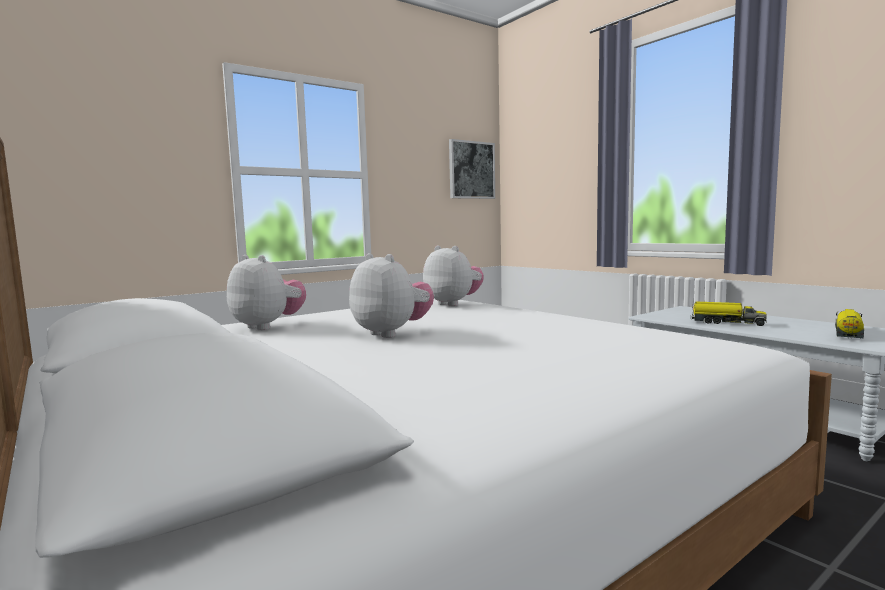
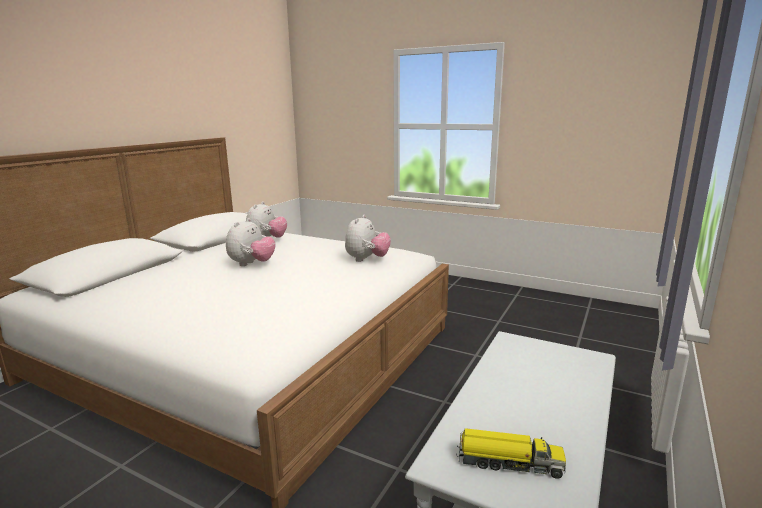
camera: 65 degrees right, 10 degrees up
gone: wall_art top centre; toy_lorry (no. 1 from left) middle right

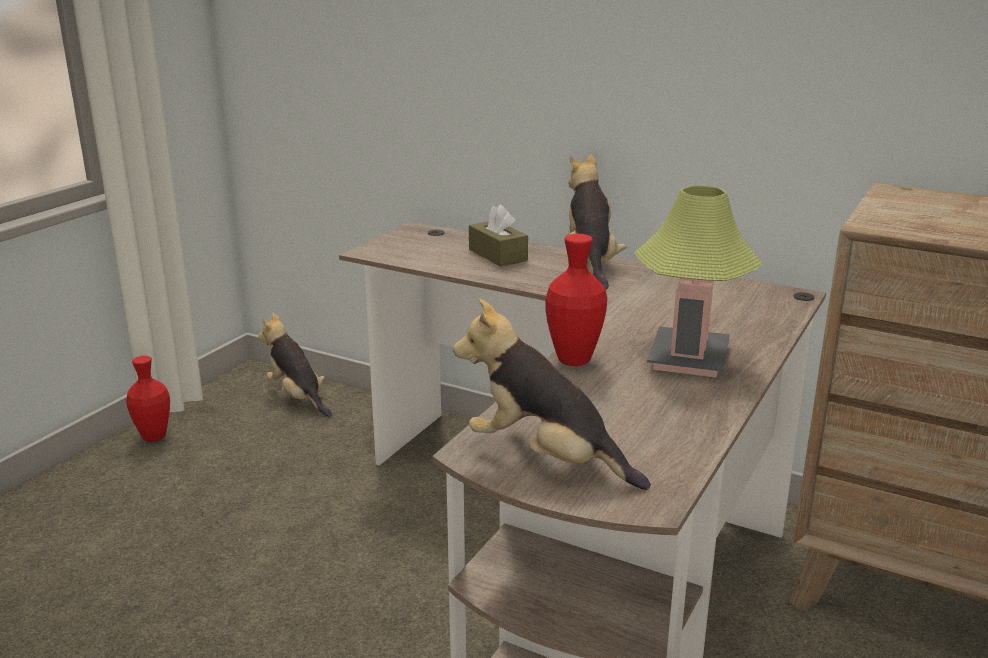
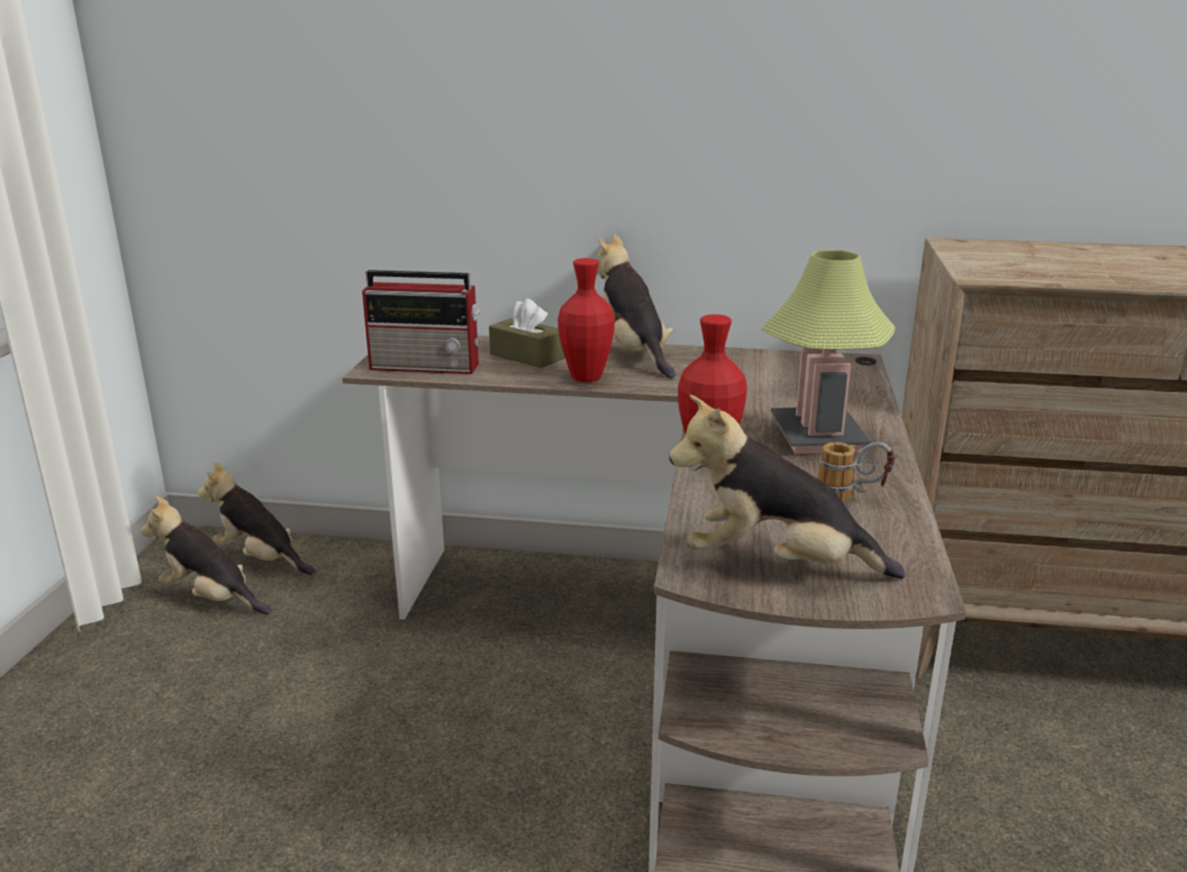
camera: 20 degrees left, 0 degrees up
new: cuddly_toy (no. 1 from left) middle left; radio_receiver centre; tea_mug middle right
shifted: red-coloured_decorative_vase (no. 1 from left) middle left to centre

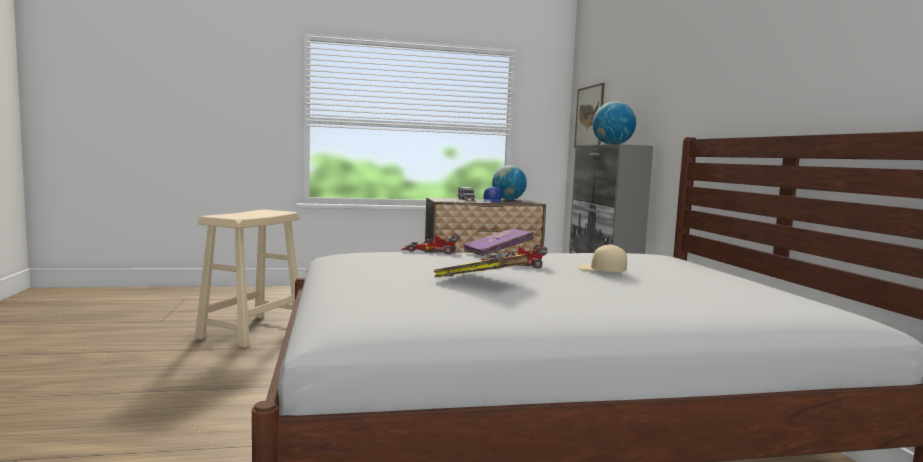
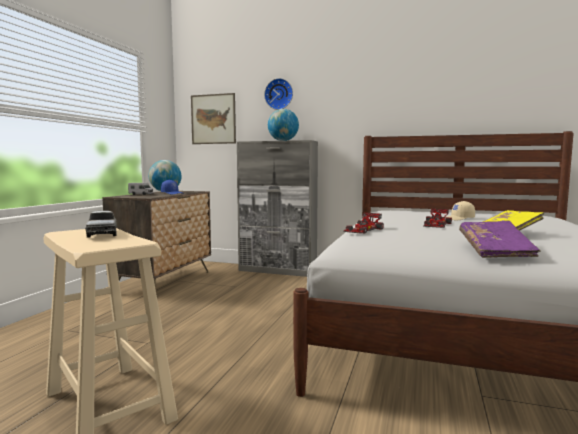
camera: 60 degrees left, 0 degrees up
new: toy_lorry (no. 1 from left) middle left; clock_on_the_wall top centre
shifted: purple-coloured_bound_book centre to middle right

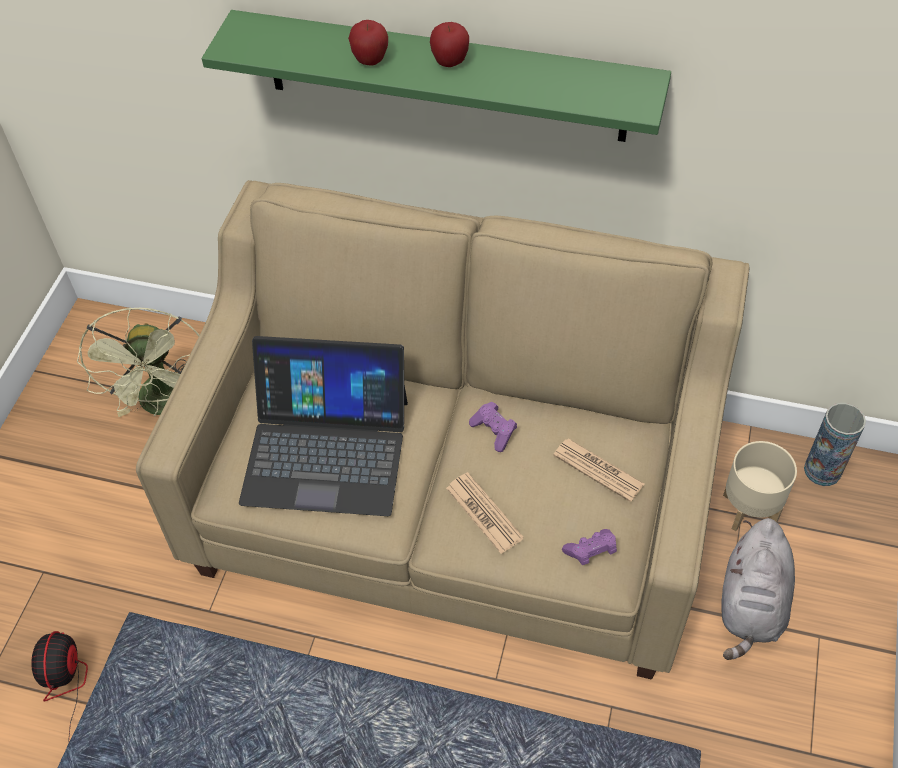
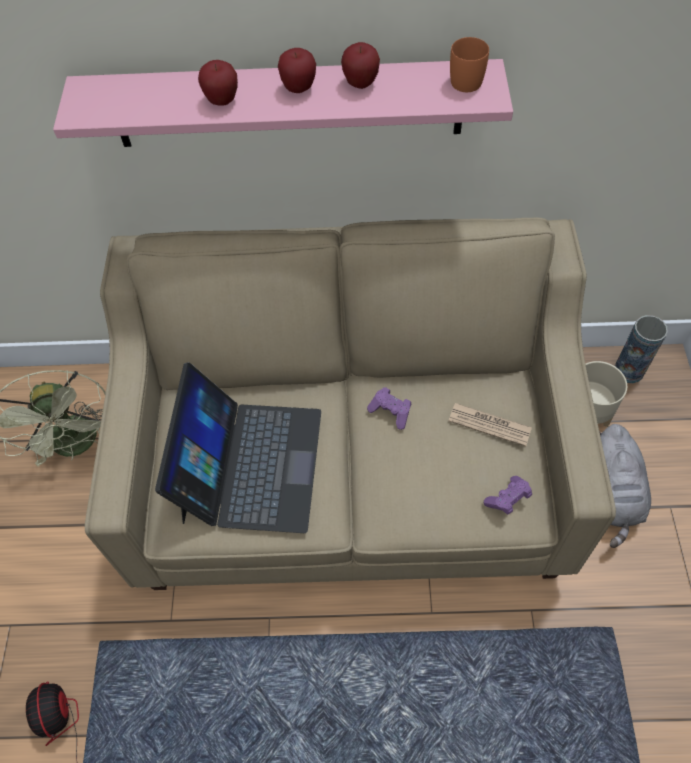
camera: 15 degrees left, 5 degrees up
gone: printed_paper (no. 1 from left) bottom centre
new: apple_fruit (no. 3 from left) top centre; orange_tea_mug top right
repainted: greenish_shelf top centre to pink_shelf top centre
rotated: portable_computer centre = centre 75 degrees counterclockwise

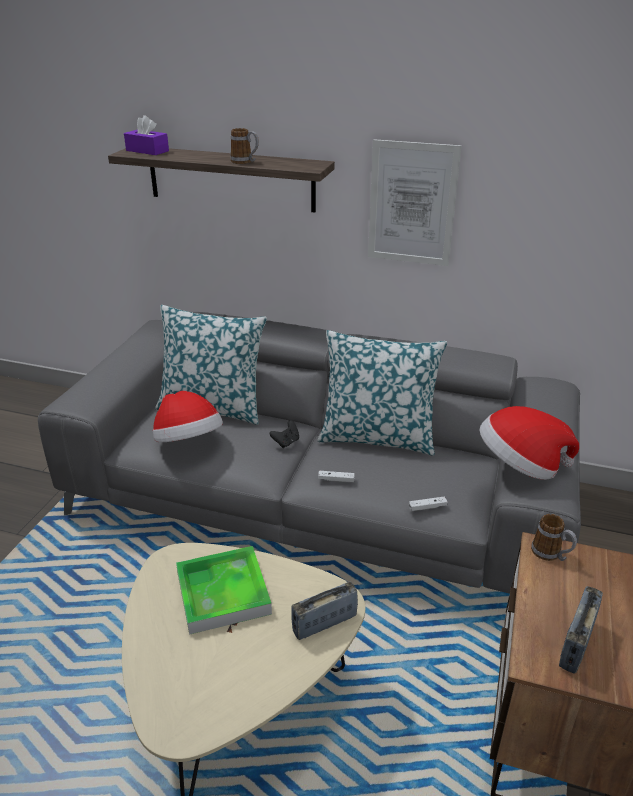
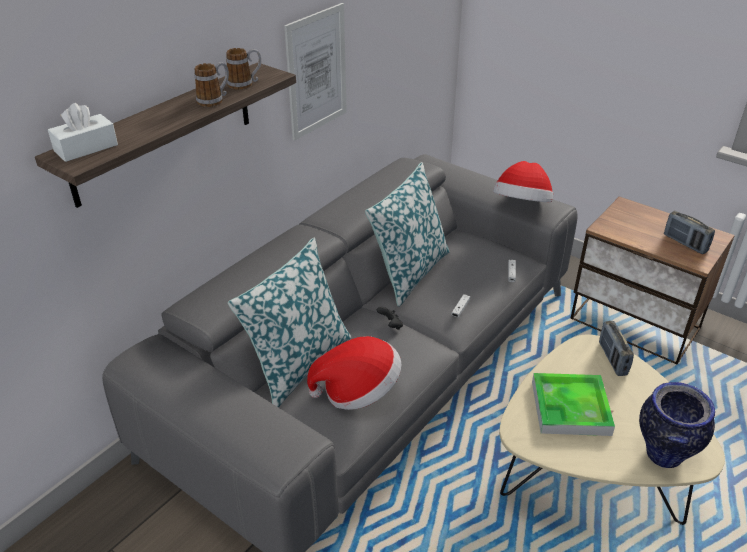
camera: 70 degrees left, 5 degrees up
new: decorative_vase bottom right
shifted: tea_mug (no. 2 from left) bottom right to top left
repainted: purple-coloured_tissue_holder top left to white-coloured_tissue_holder top left

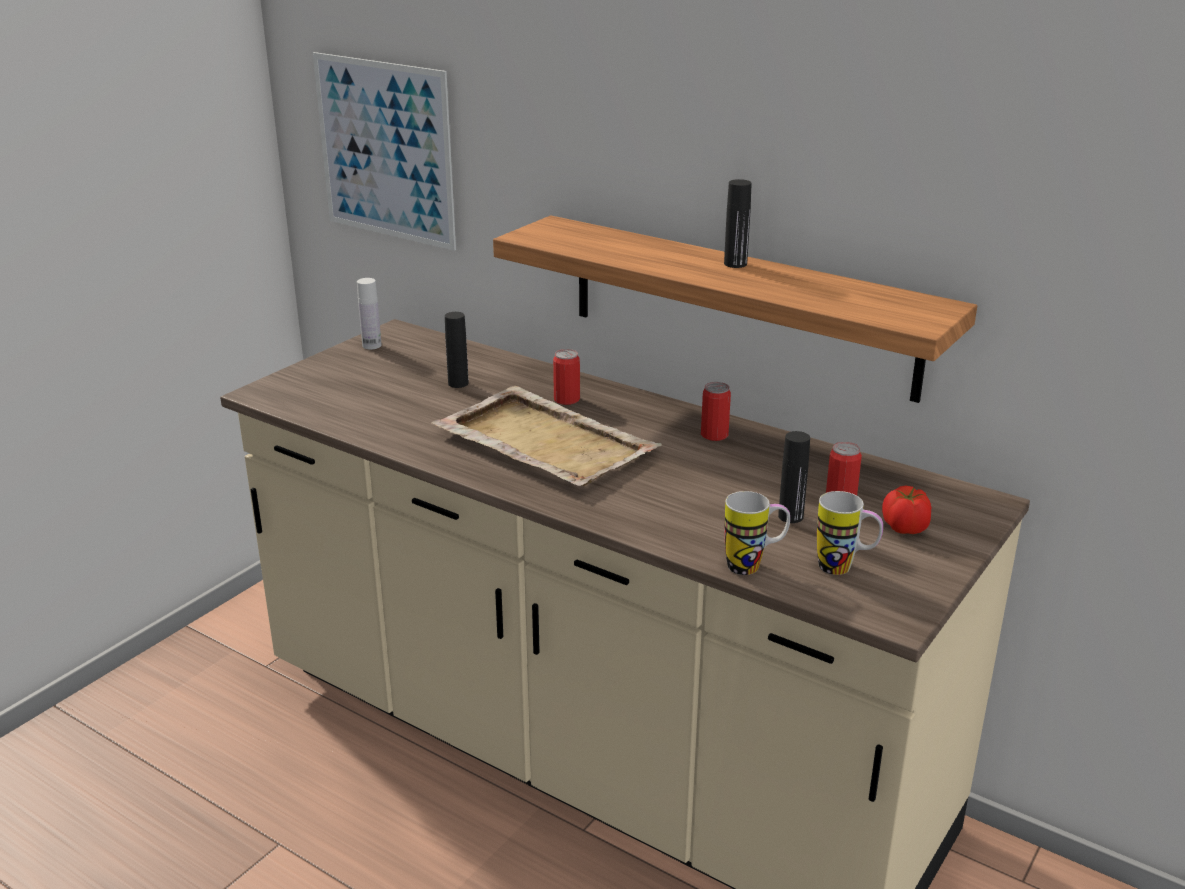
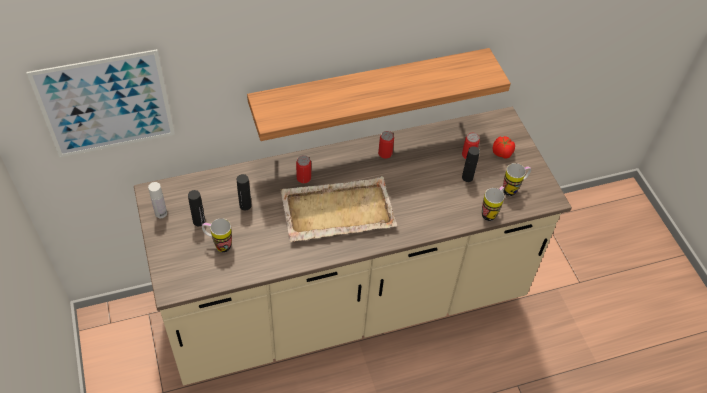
camera: 55 degrees left, 25 degrees up
new: tea_mug (no. 1 from left) middle left
shifted: black_drink_bottle (no. 2 from left in the first image) top centre to black_drink_bottle (no. 1 from left) middle left

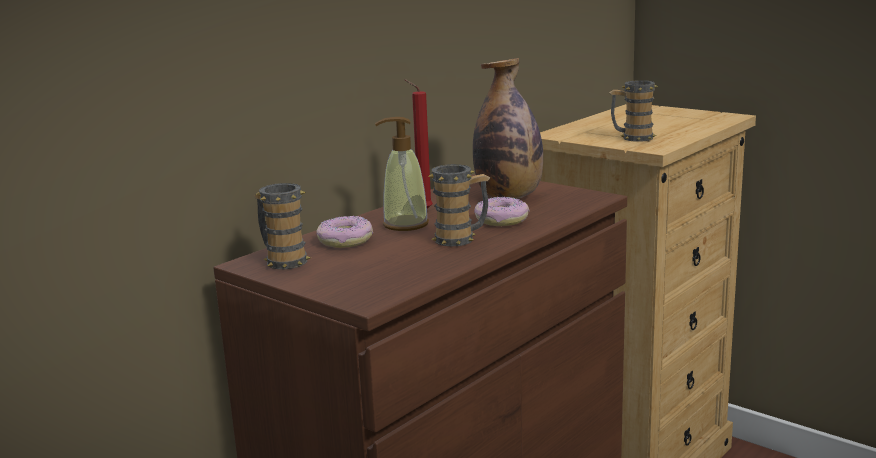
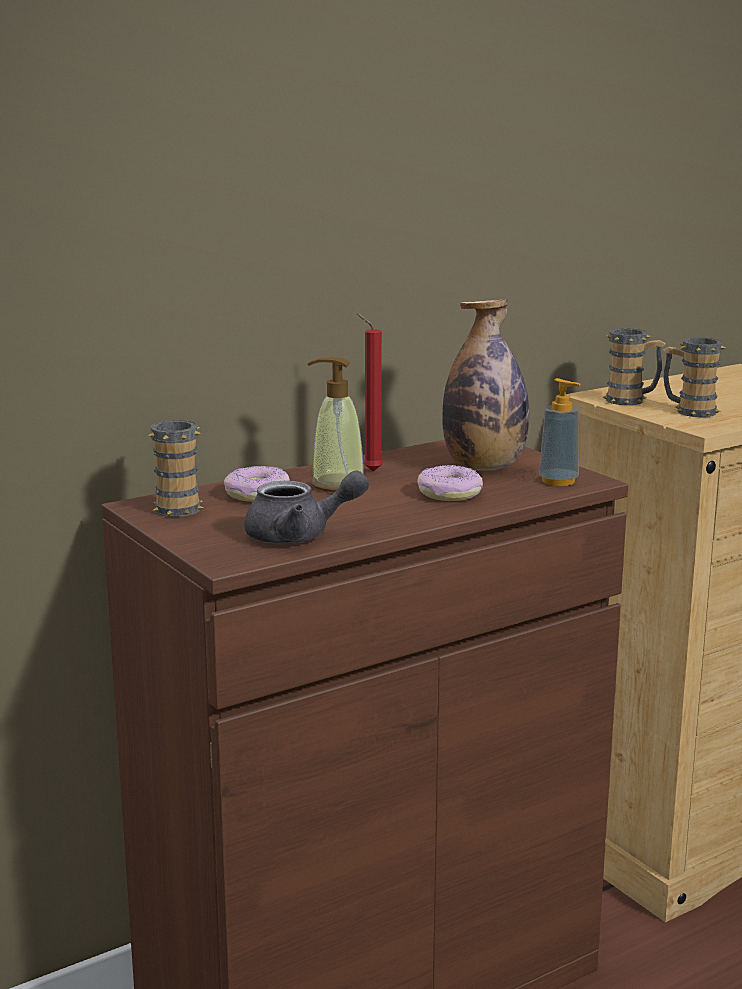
camera: 15 degrees right, 0 degrees up
new: grey_teapot centre; soap_bottle (no. 2 from left) middle right
shifted: tea_mug (no. 2 from left) centre to middle right

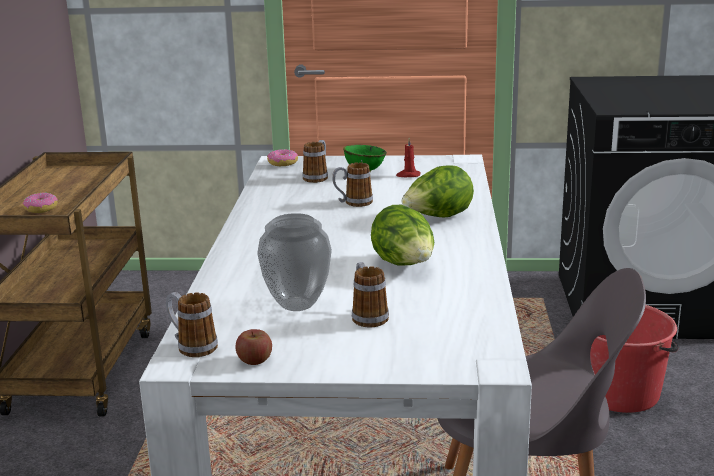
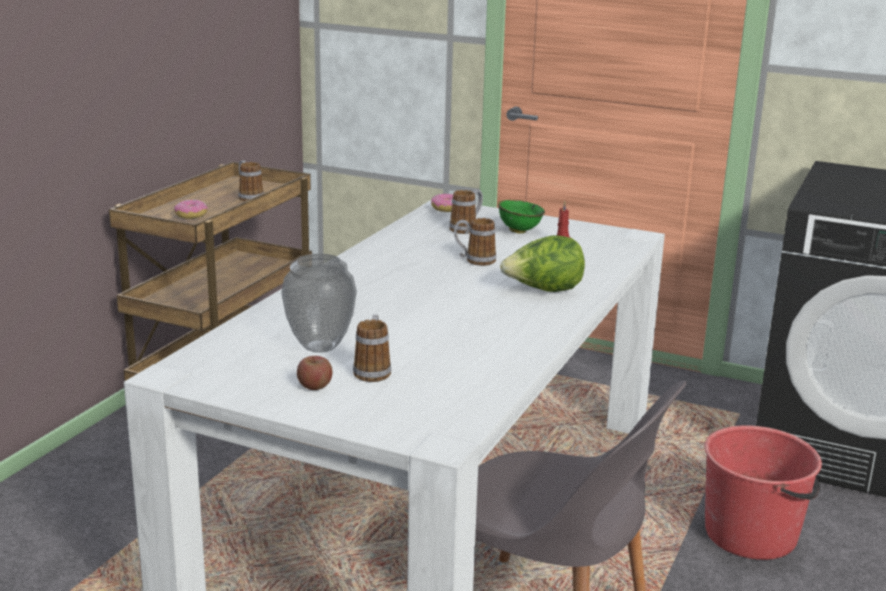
camera: 20 degrees right, 0 degrees up
gone: lettuce_head (no. 1 from left) centre
shifted: tea_mug (no. 1 from left) bottom left to top left; apple_fruit bottom centre to centre

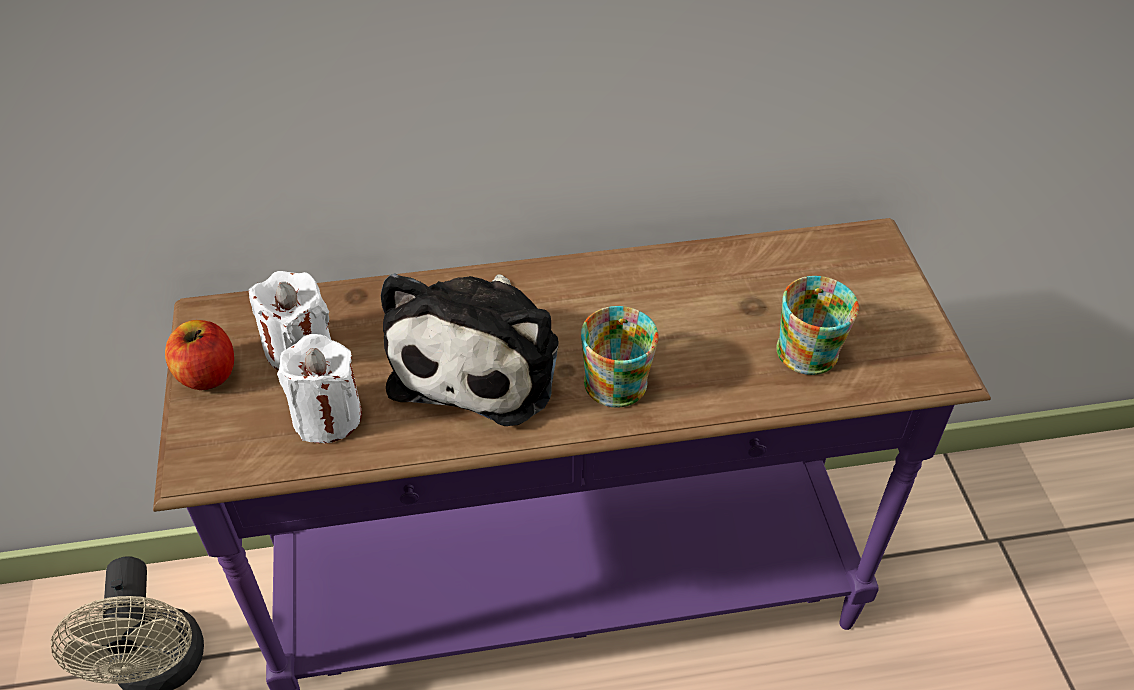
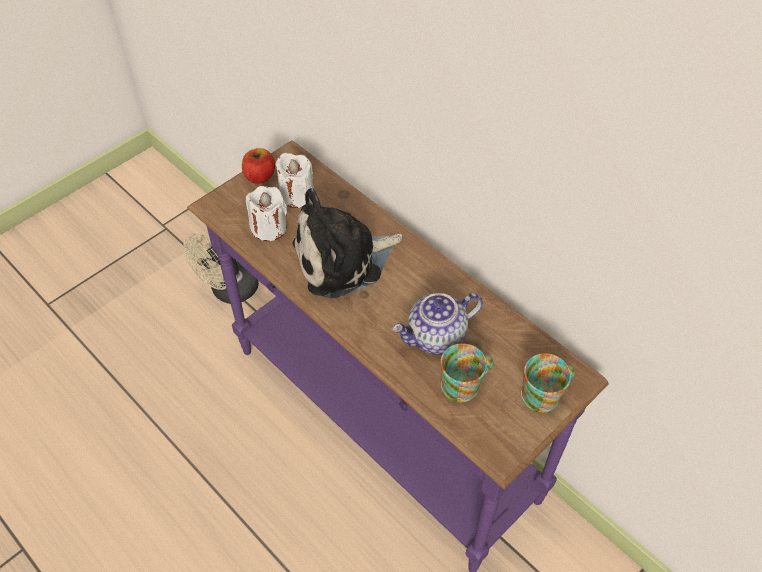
camera: 55 degrees right, 5 degrees up
new: teapot centre
shifted: tea_mug (no. 1 from left in the first image) centre to tea_mug (no. 2 from left) bottom right

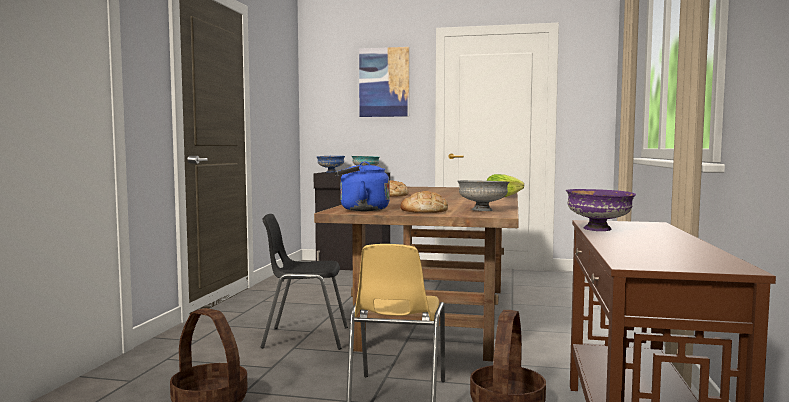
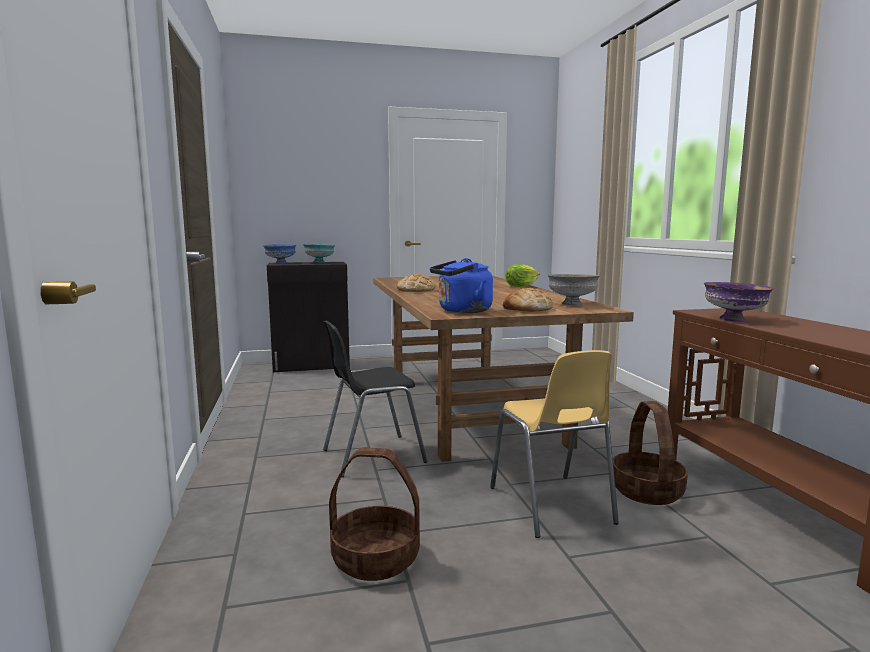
camera: 25 degrees left, 5 degrees up
gone: wall_art top centre

